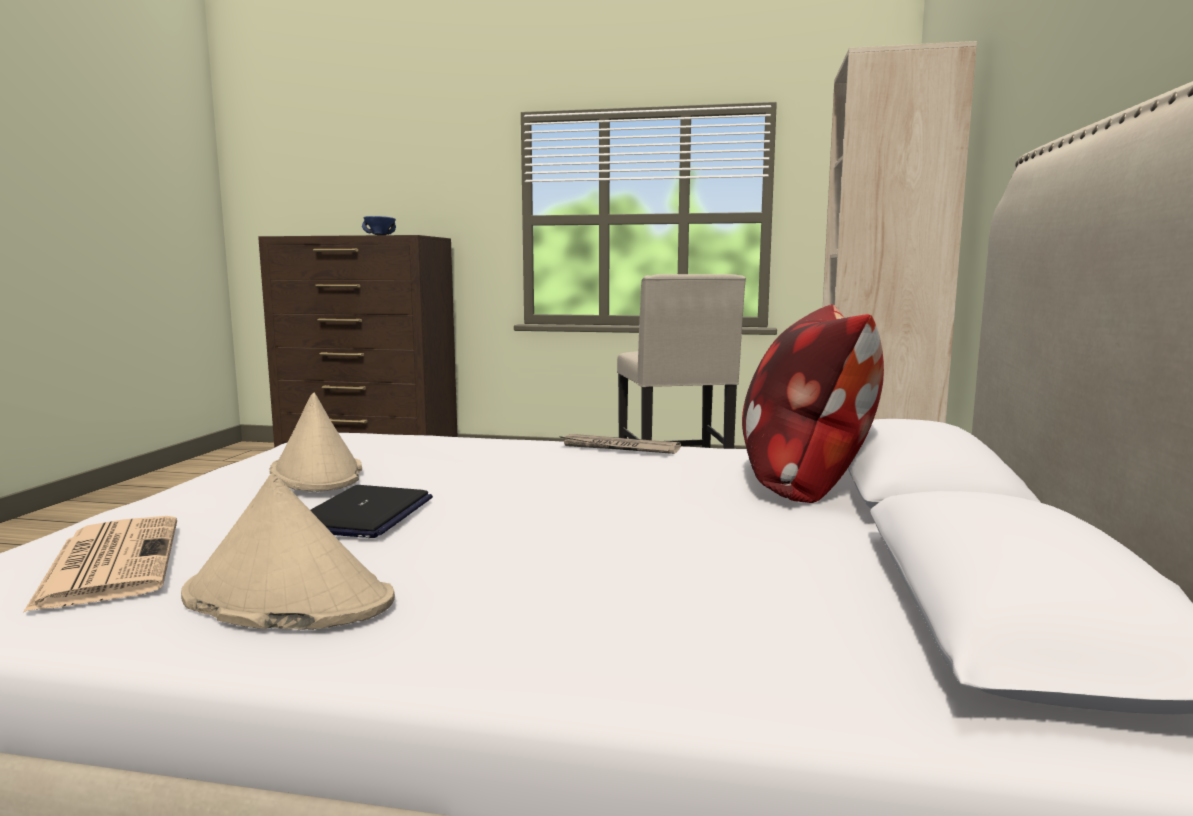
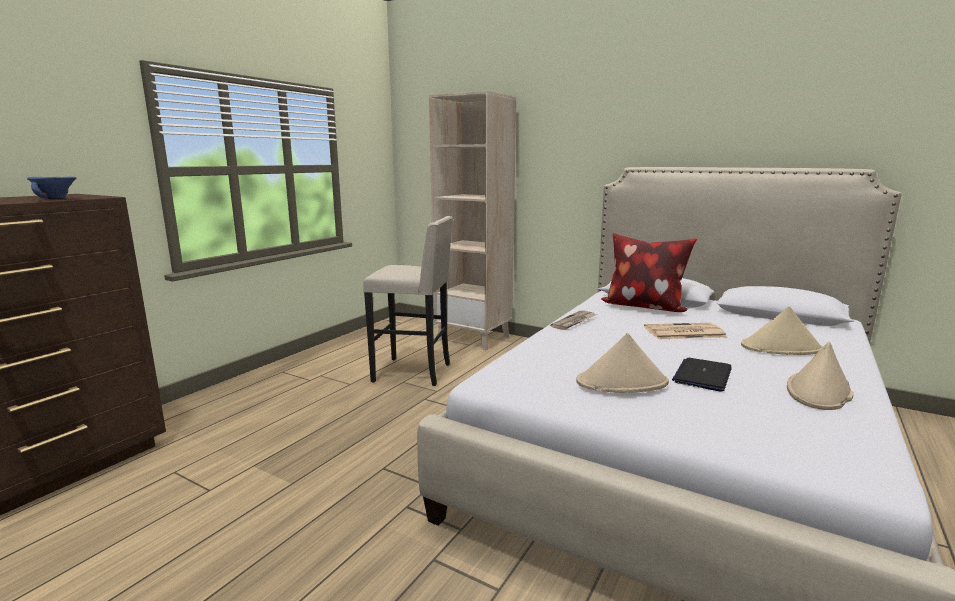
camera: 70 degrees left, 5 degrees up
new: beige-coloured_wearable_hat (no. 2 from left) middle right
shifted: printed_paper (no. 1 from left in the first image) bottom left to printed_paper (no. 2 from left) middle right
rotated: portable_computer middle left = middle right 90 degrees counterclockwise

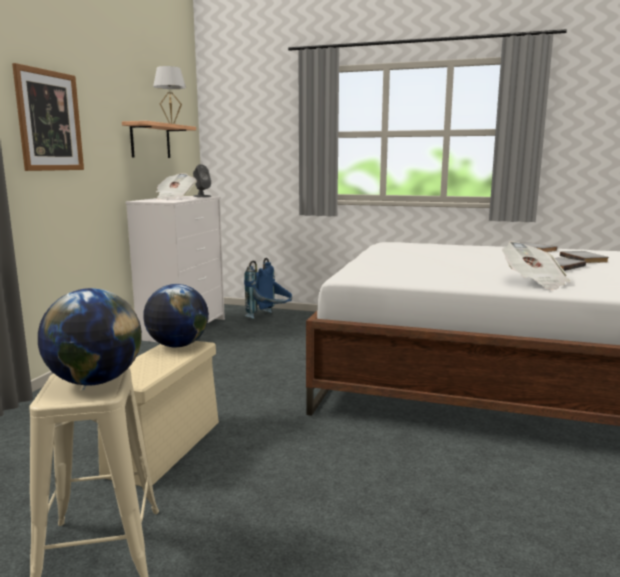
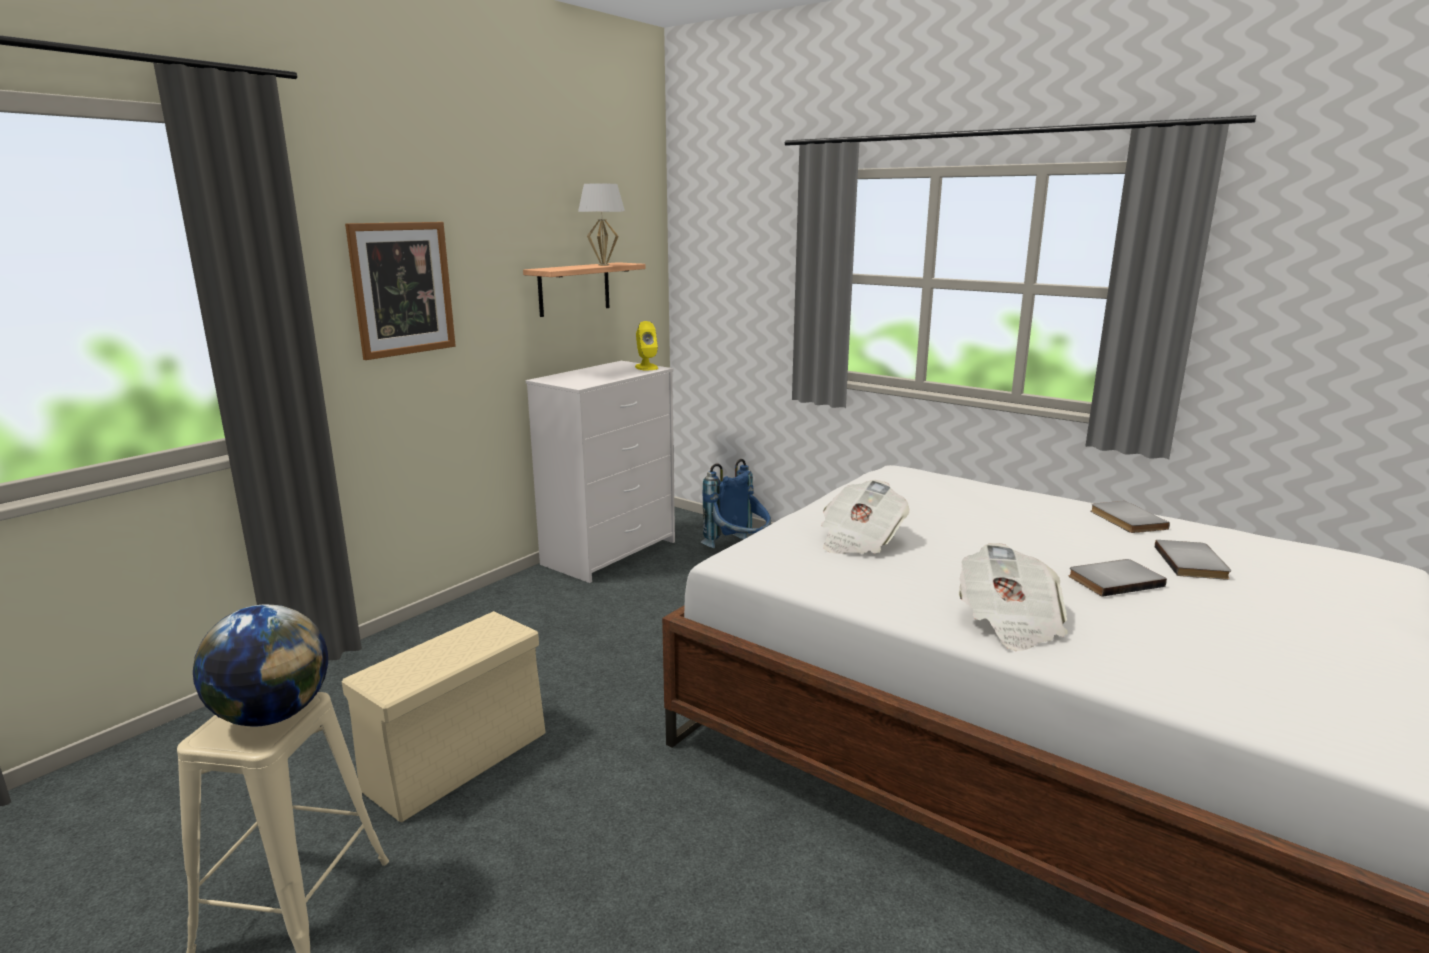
camera: 20 degrees right, 5 degrees up
gone: desk_globe (no. 2 from left) middle left
shifted: printed_paper (no. 1 from left) top left to centre
repainted: grey_audio_speaker top left to yellow_audio_speaker centre

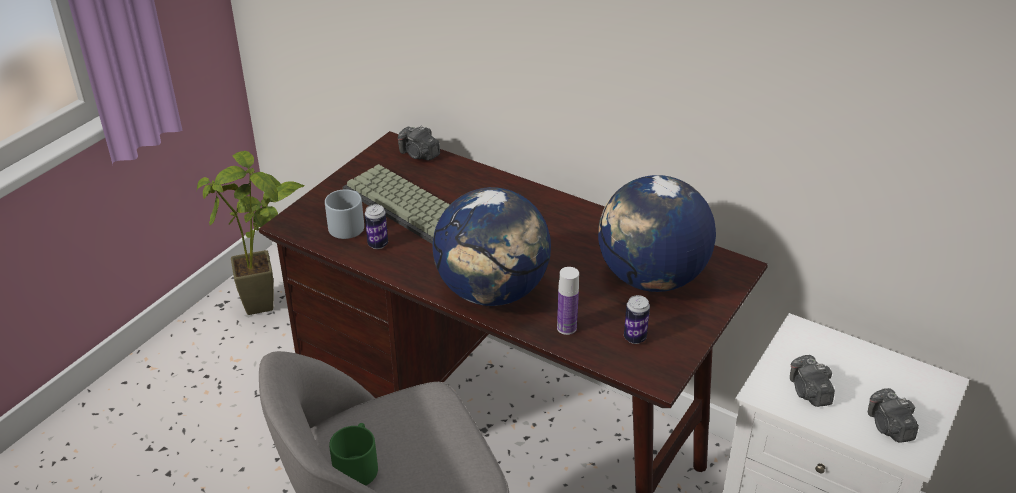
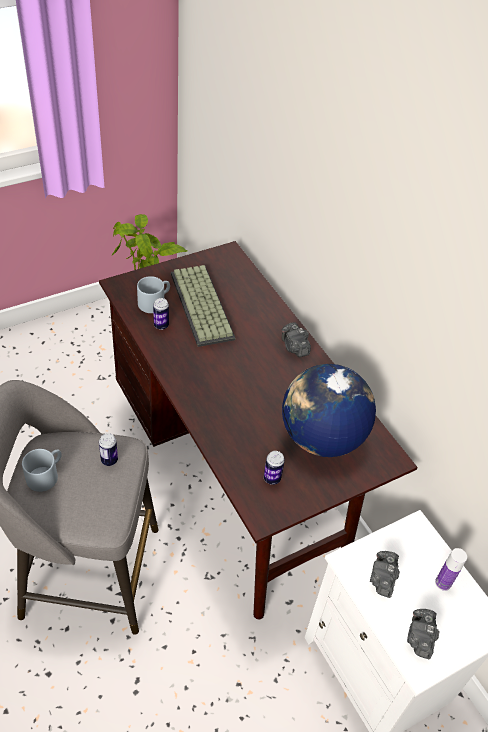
camera: 25 degrees right, 10 degrees up
gone: desk_globe (no. 1 from left) centre
new: sealed_can (no. 1 from left) middle left
shifted: still_camera (no. 1 from left) top centre to centre; drink_bottle centre to bottom right
repainted: greenish_tea_mug bottom centre to grey_tea_mug (no. 1 from left) middle left

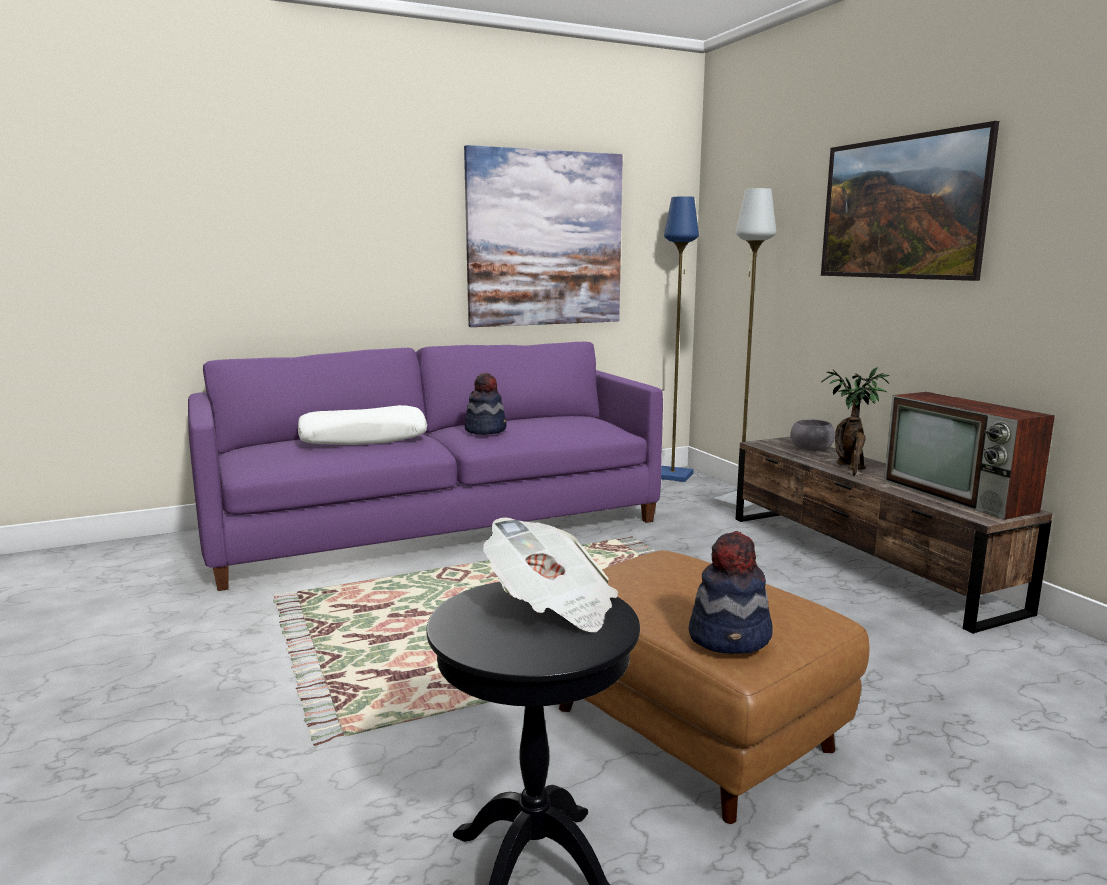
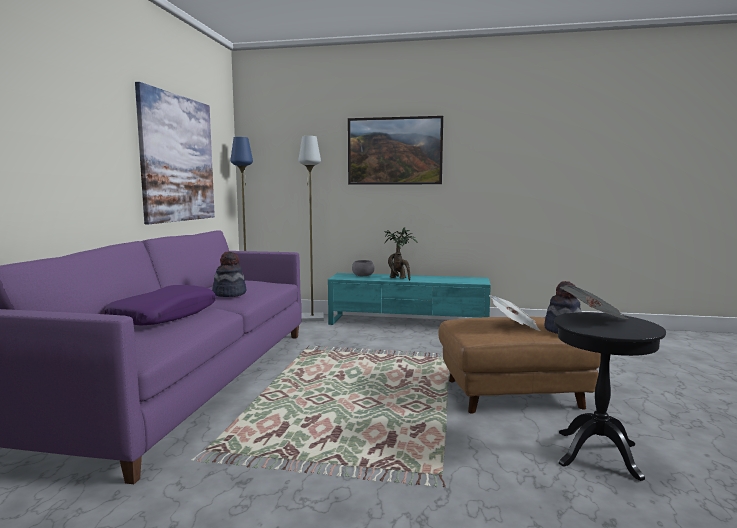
camera: 55 degrees left, 5 degrees down
gone: TV_set middle right
new: printed_paper (no. 1 from left) middle right
repainted: white-coloured_throw_pillow middle left to purple-coloured_throw_pillow middle left; brownish_tv_unit middle right to blue-green_tv_unit centre

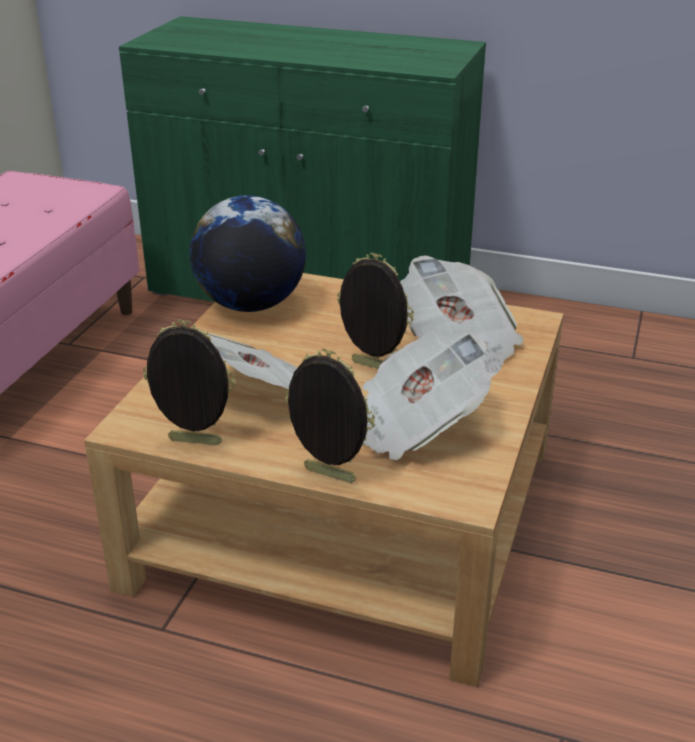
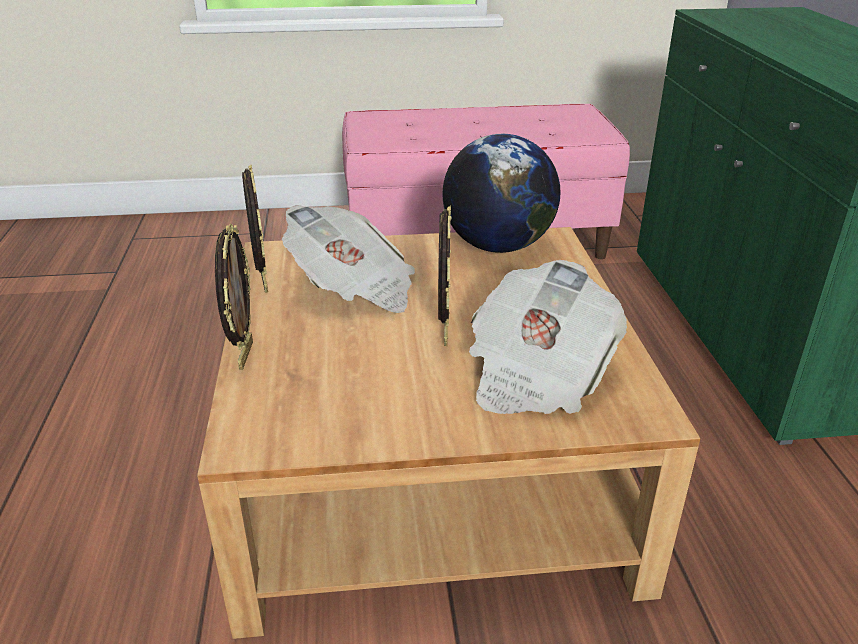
camera: 65 degrees right, 0 degrees up
gone: printed_paper (no. 2 from left) centre

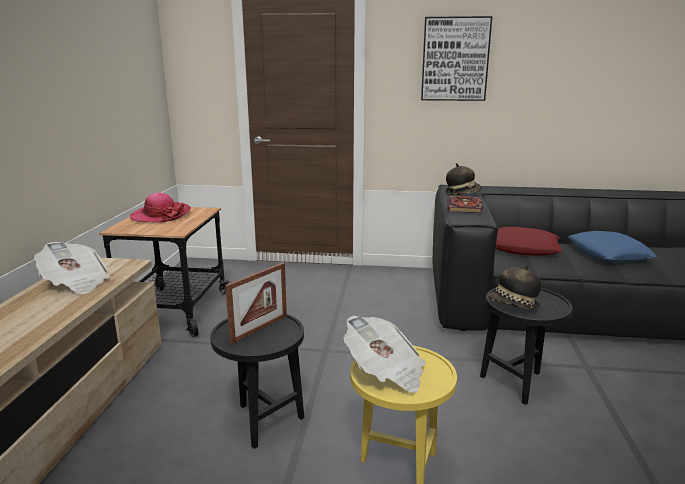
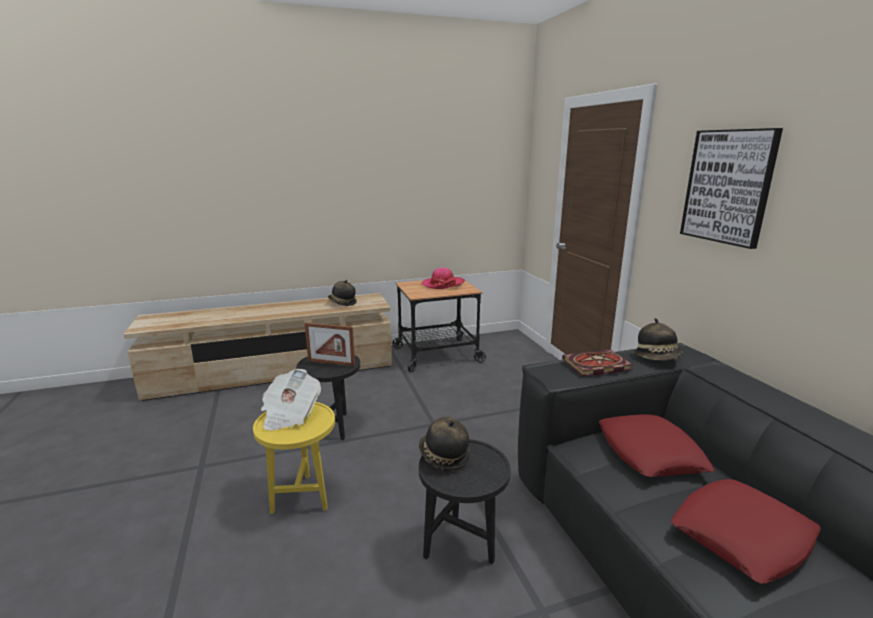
camera: 65 degrees right, 0 degrees up
swapped: printed_paper (no. 1 from left) middle left to wearable_hat (no. 1 from left) centre
repainted: bluish_throw_pillow middle right to red-coloured_throw_pillow (no. 2 from left) bottom right

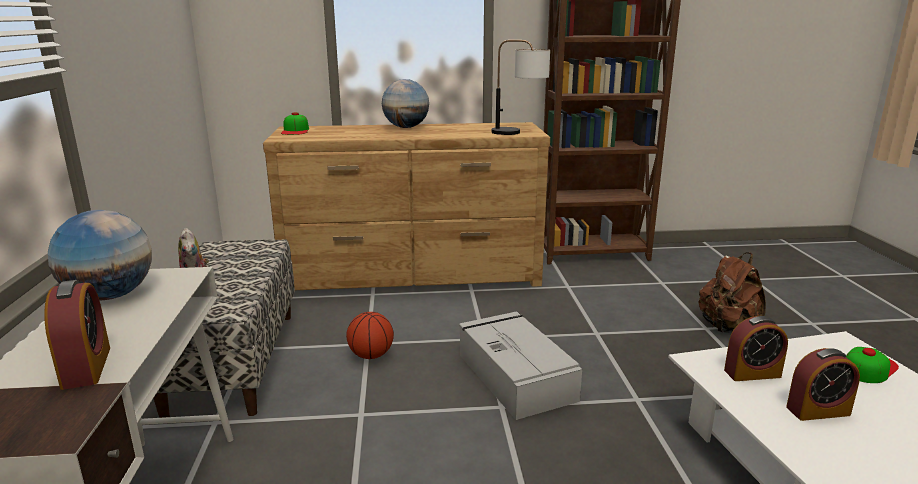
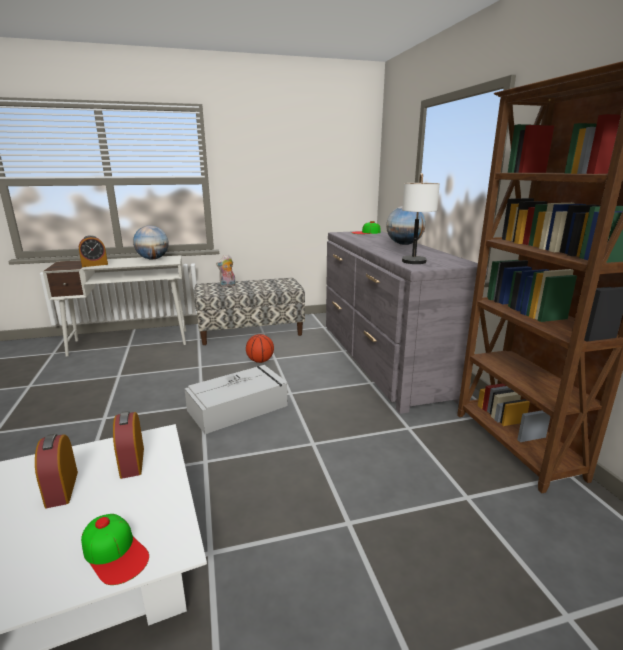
camera: 80 degrees right, 0 degrees up
gone: brownish_knapsack middle right
repainted: brownish_chest_of_drawers centre to grey_chest_of_drawers centre

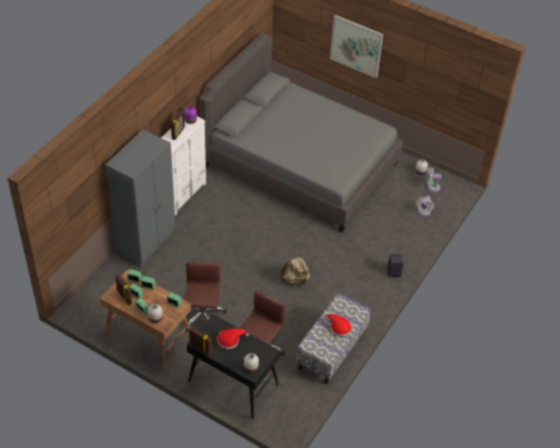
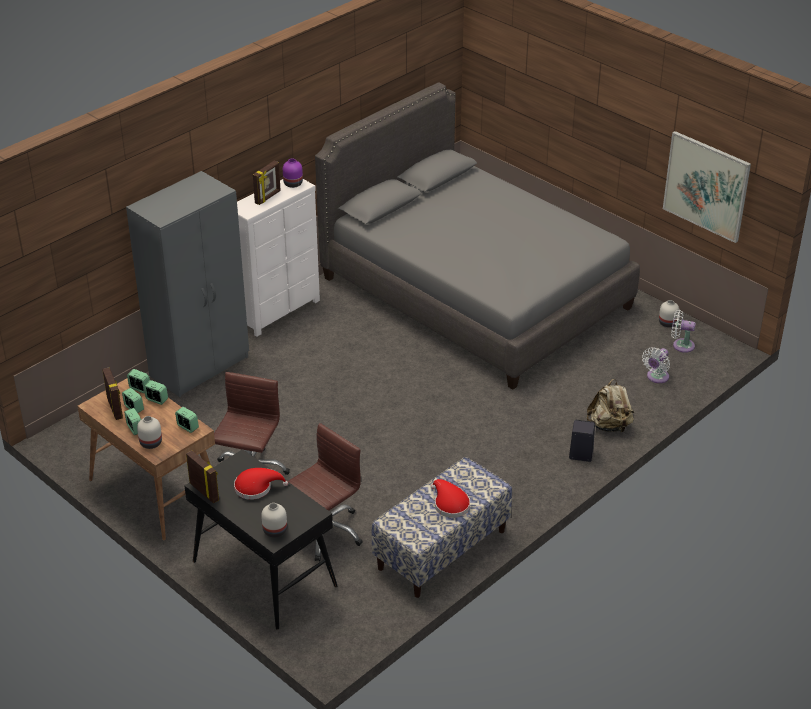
camera: 15 degrees right, 10 degrees down
shifted: beige-coloured_knapsack centre to middle right; wall_art top centre to top right

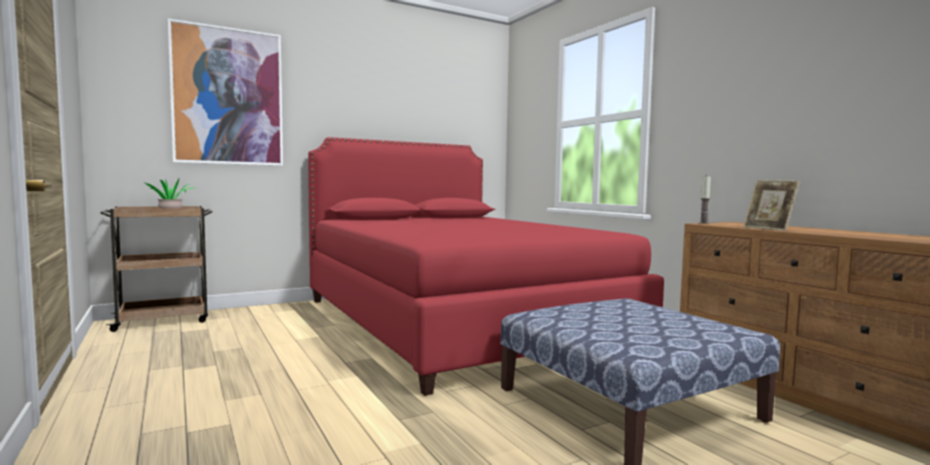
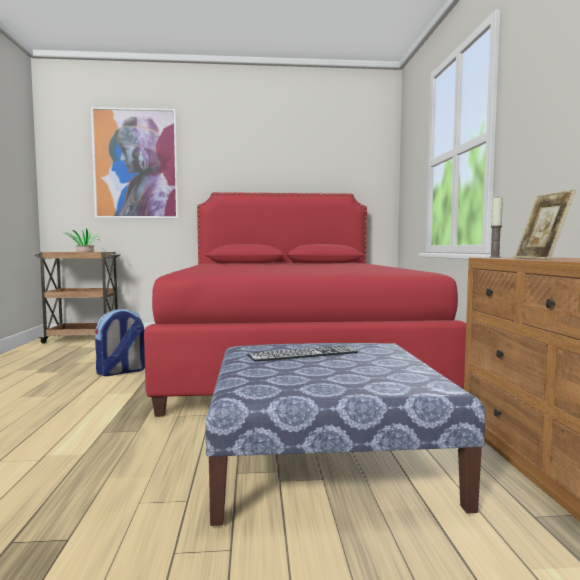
camera: 25 degrees right, 0 degrees up
new: knapsack middle left; keyboard centre

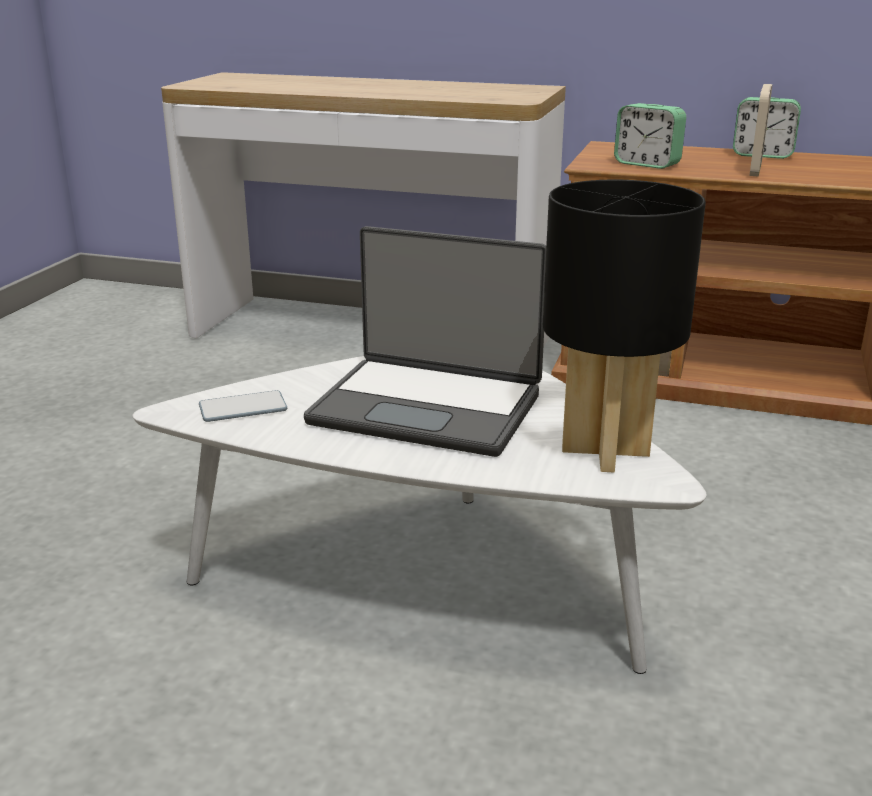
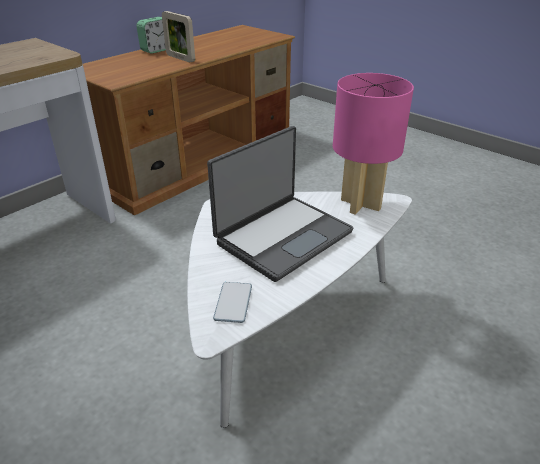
camera: 65 degrees left, 10 degrees up
gone: table_clock (no. 1 from left) top right
repainted: black_tabletop_lamp middle right to pink_tabletop_lamp top right

